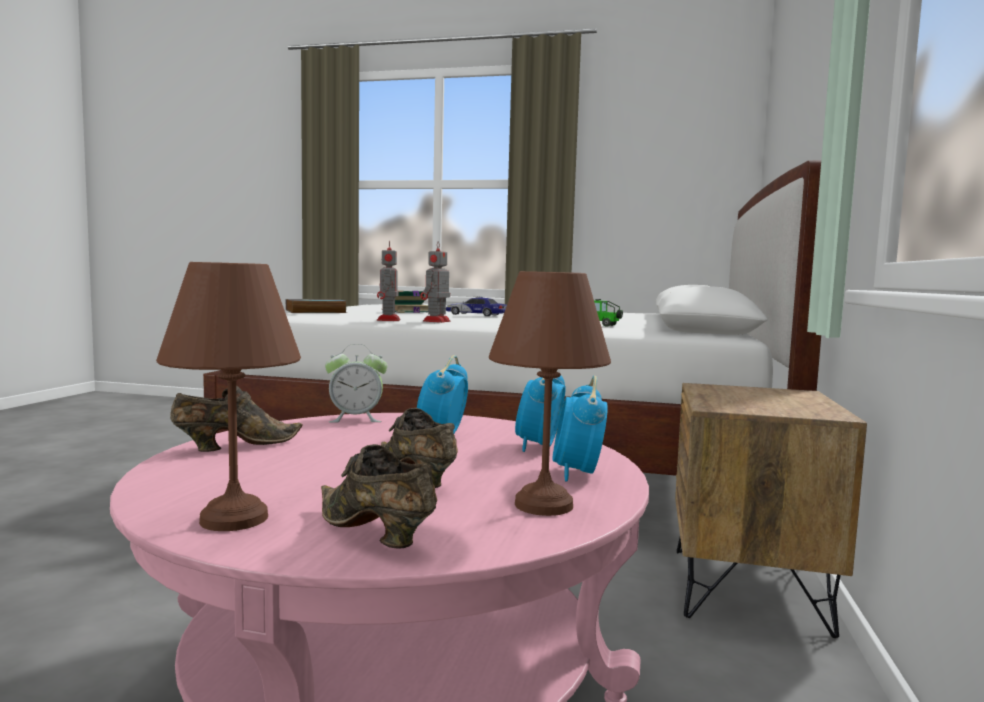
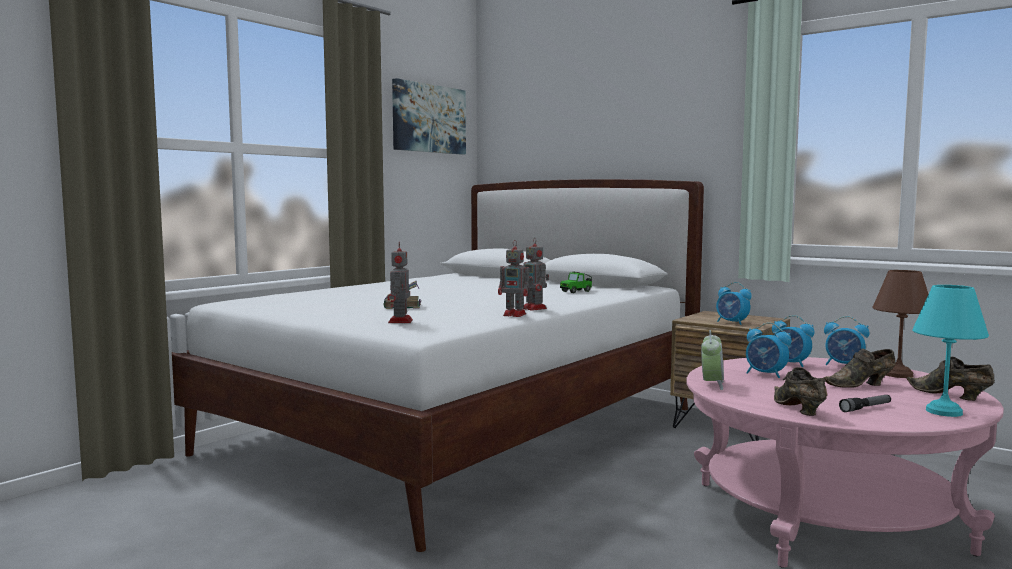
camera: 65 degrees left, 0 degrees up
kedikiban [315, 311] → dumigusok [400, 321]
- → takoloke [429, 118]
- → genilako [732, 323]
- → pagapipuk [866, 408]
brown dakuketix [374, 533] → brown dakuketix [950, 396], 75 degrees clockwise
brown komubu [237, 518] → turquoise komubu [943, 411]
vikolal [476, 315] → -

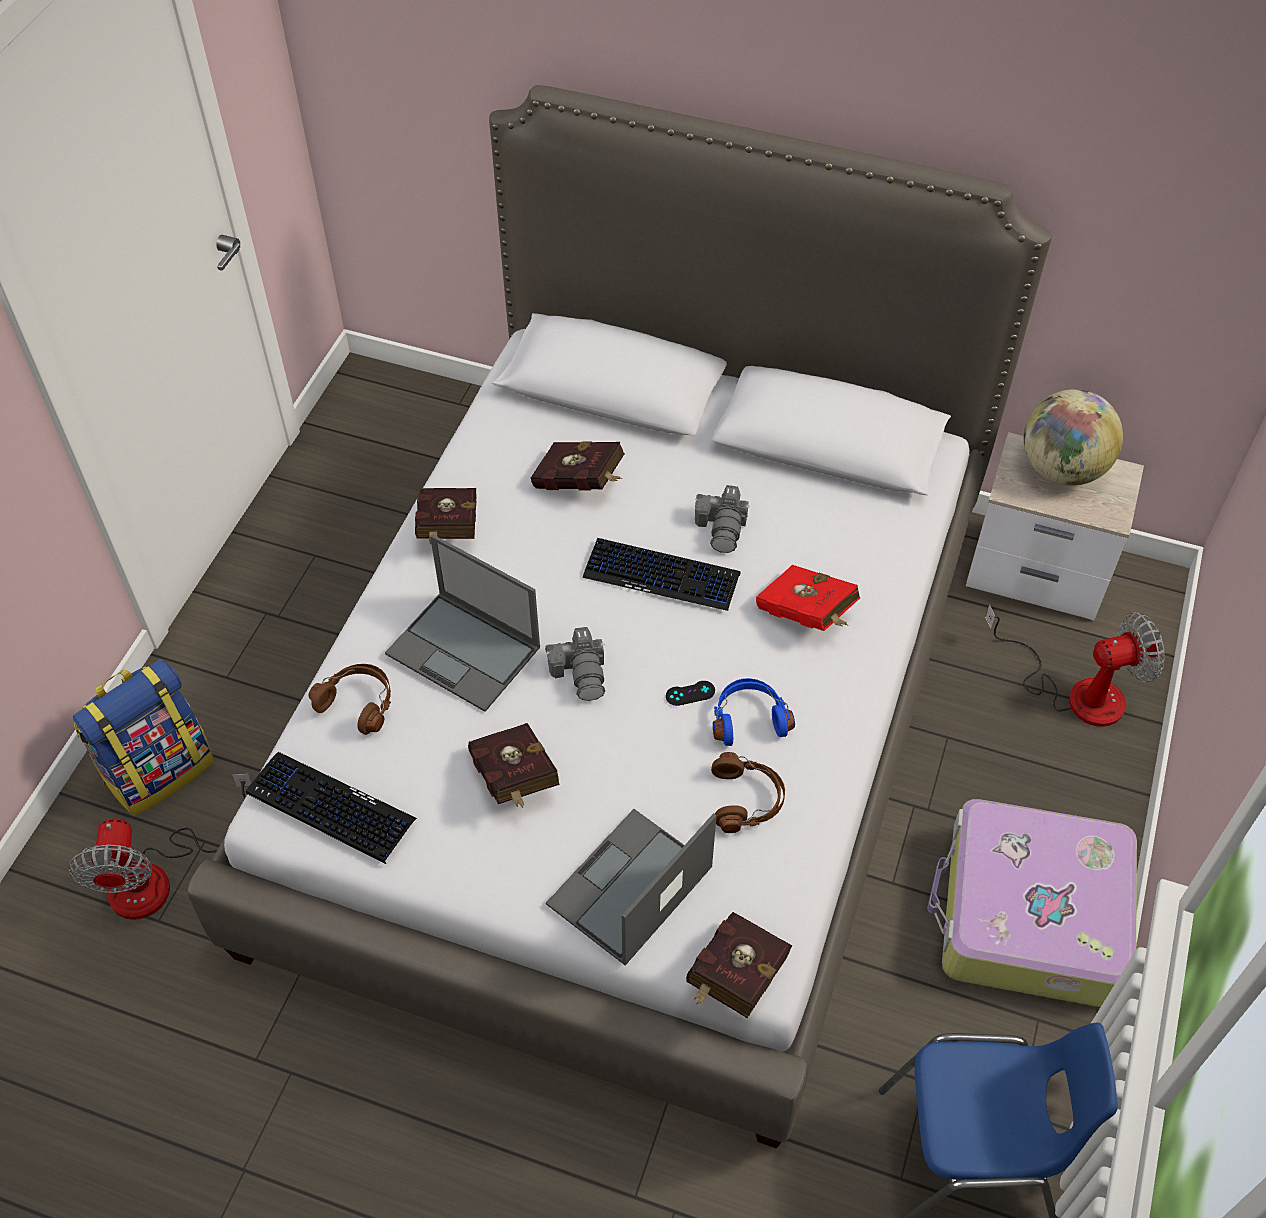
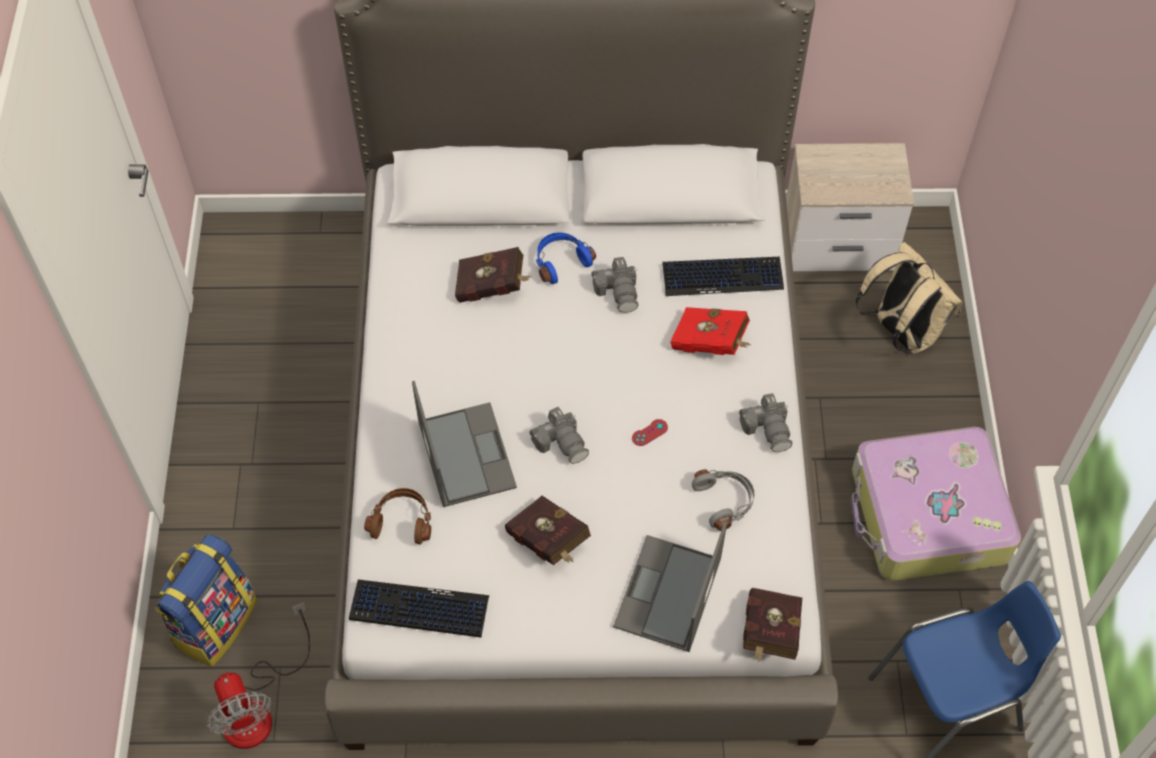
camera: 20 degrees left, 5 degrees up
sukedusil [465, 651] → sukedusil [465, 453], 120 degrees counterclockwise
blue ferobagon [748, 718] → blue ferobagon [561, 261], relocated
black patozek [690, 693] → red patozek [649, 432]
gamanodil [662, 576] → gamanodil [722, 277], relocated
brown ferobagon [747, 800] → grey ferobagon [725, 501]
- → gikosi [768, 429]
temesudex [1077, 692] → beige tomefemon [901, 331]
red kedikiban [447, 531] → -
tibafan [1061, 469] → -

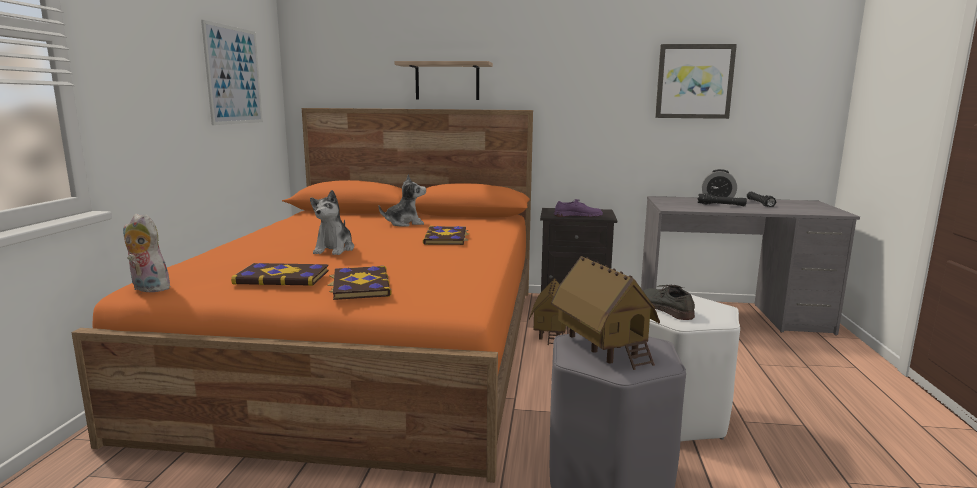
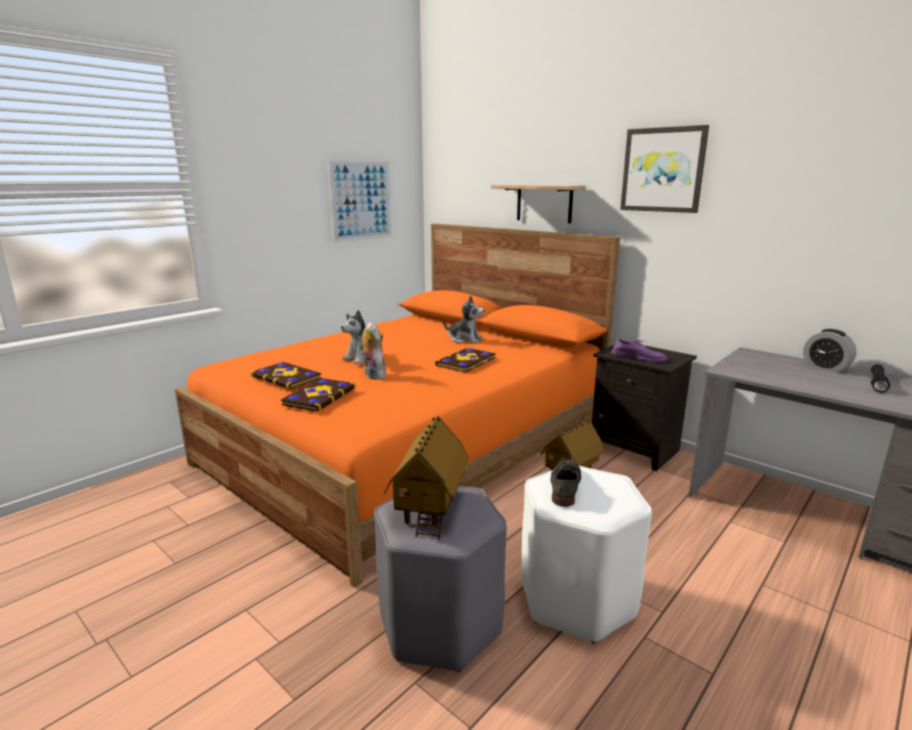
camera: 35 degrees right, 5 degrees up
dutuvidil [147, 289] → dutuvidil [372, 375], relocated
takoloke [694, 81] → takoloke [663, 170], relocated
black pagapipuk [721, 205] → -

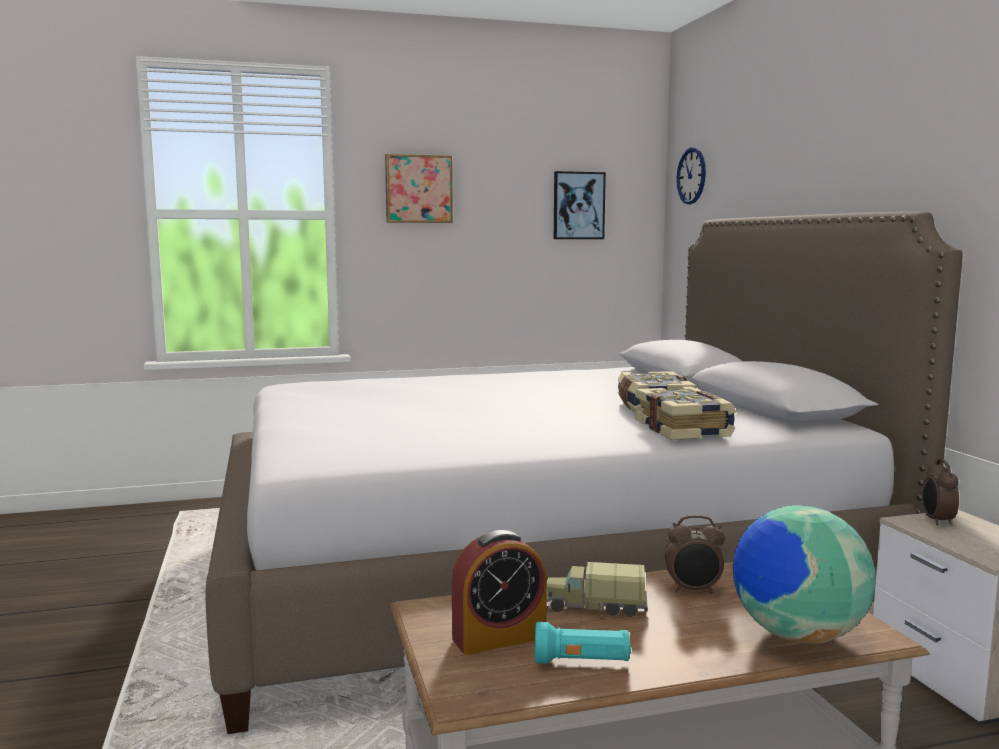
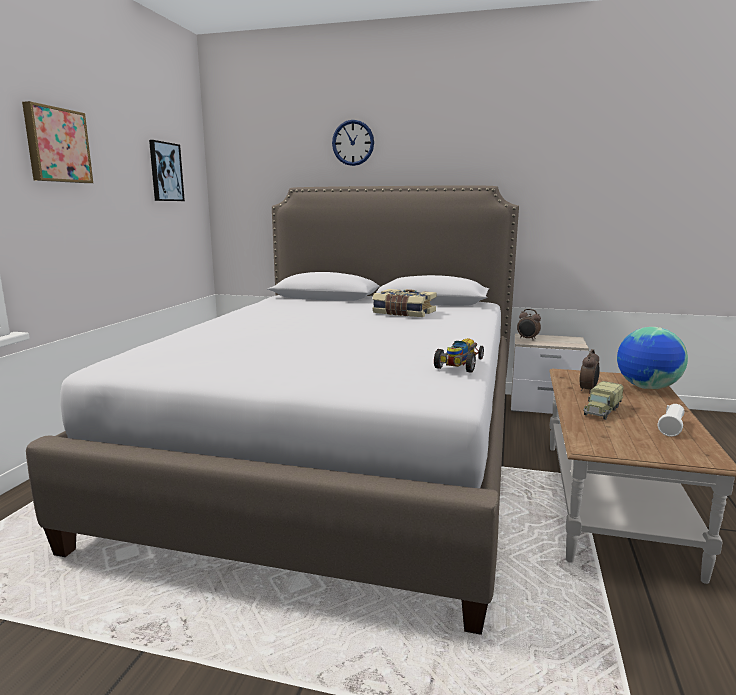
camera: 60 degrees left, 5 degrees up
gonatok [691, 176] → gonatok [353, 143], relocated
- → vikolal [459, 365]
turquoise pagapipuk [582, 662] → white pagapipuk [671, 428]
genilako [499, 638] → -
kedikiban [684, 429] → -

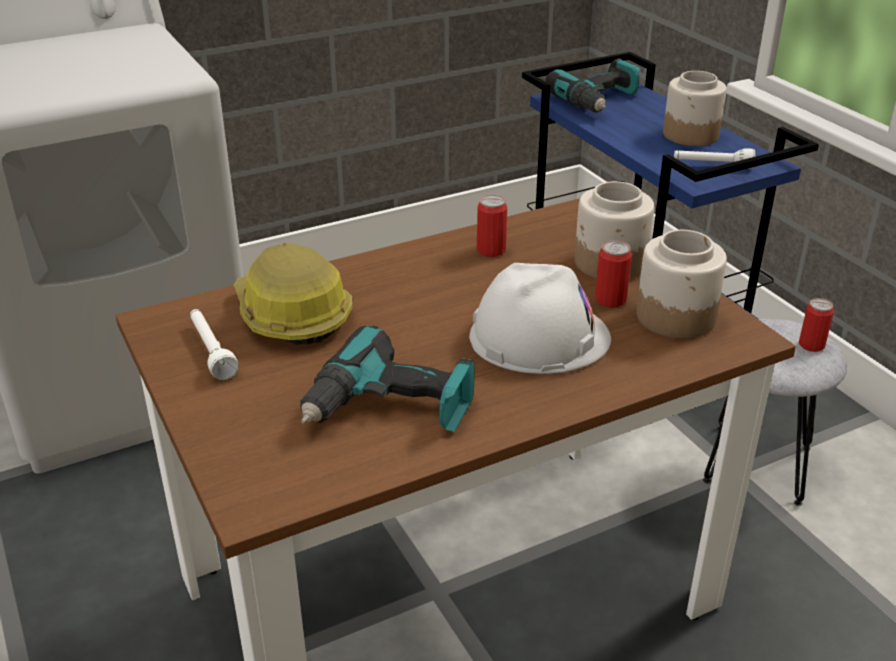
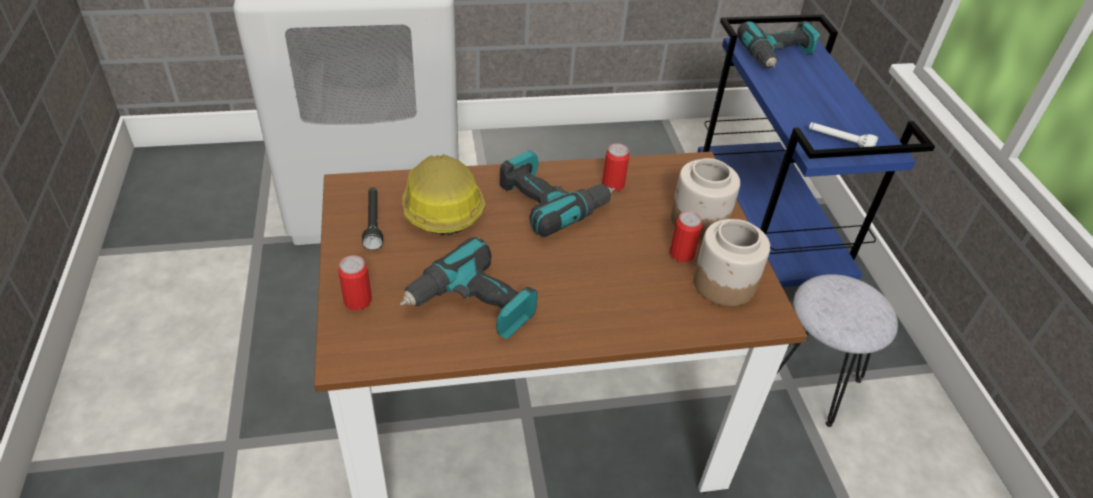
camera: 15 degrees right, 10 degrees up
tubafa [811, 345] → tubafa [357, 301], relocated
white pagapipuk [211, 351] → black pagapipuk [373, 223]
- → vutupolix [551, 202]
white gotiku [539, 336] → -
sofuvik [691, 135] → -

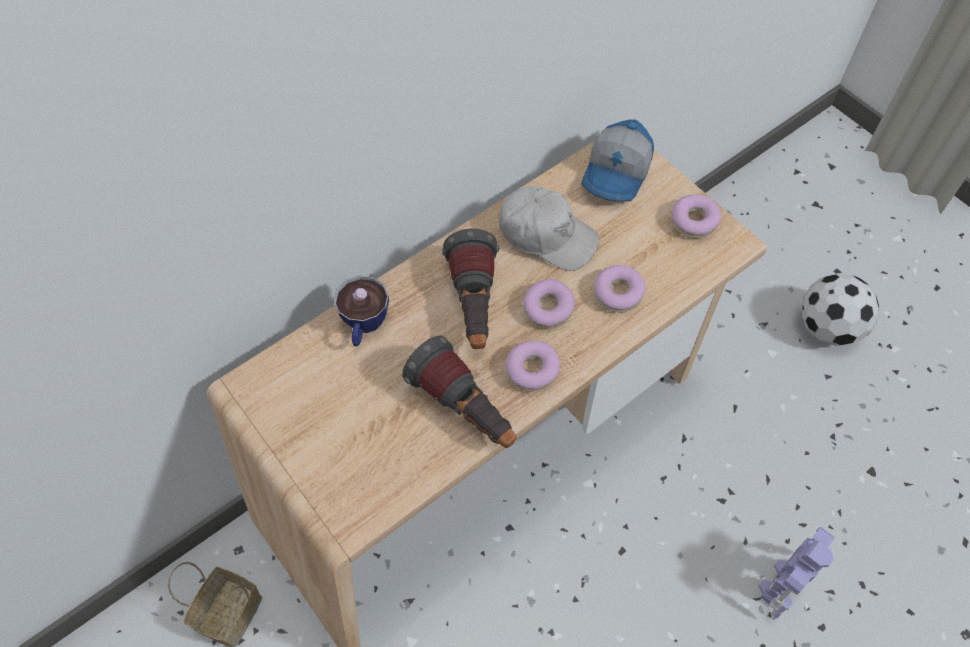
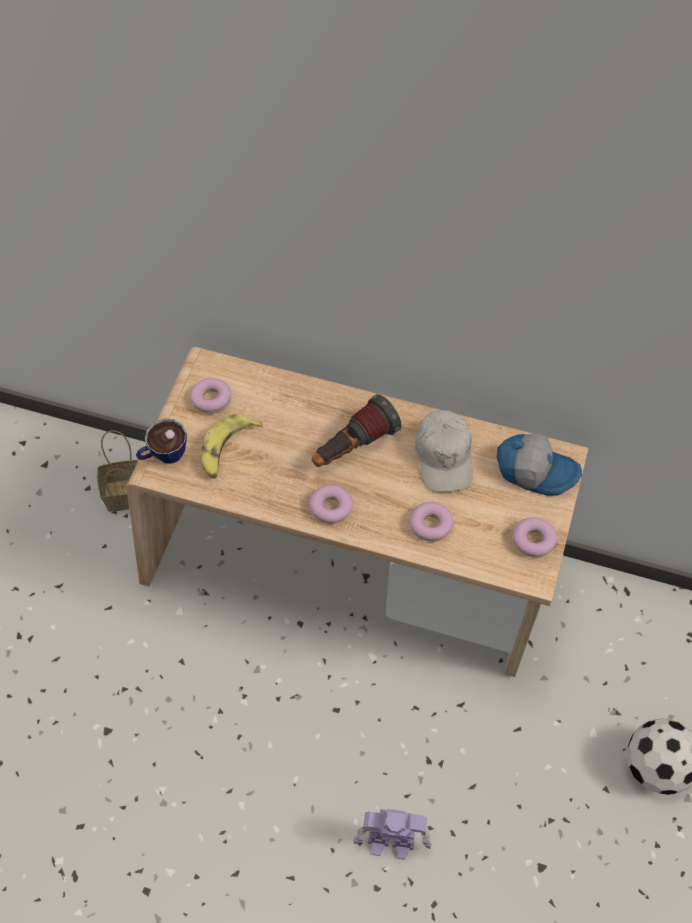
camera: 55 degrees right, 0 degrees up
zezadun [364, 326] → zezadun [163, 455], relocated
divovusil [548, 308] → divovusil [211, 399], relocated
- → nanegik [227, 450]
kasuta [617, 173] → kasuta [536, 469], 150 degrees counterclockwise
pagapipuk [465, 410] → -

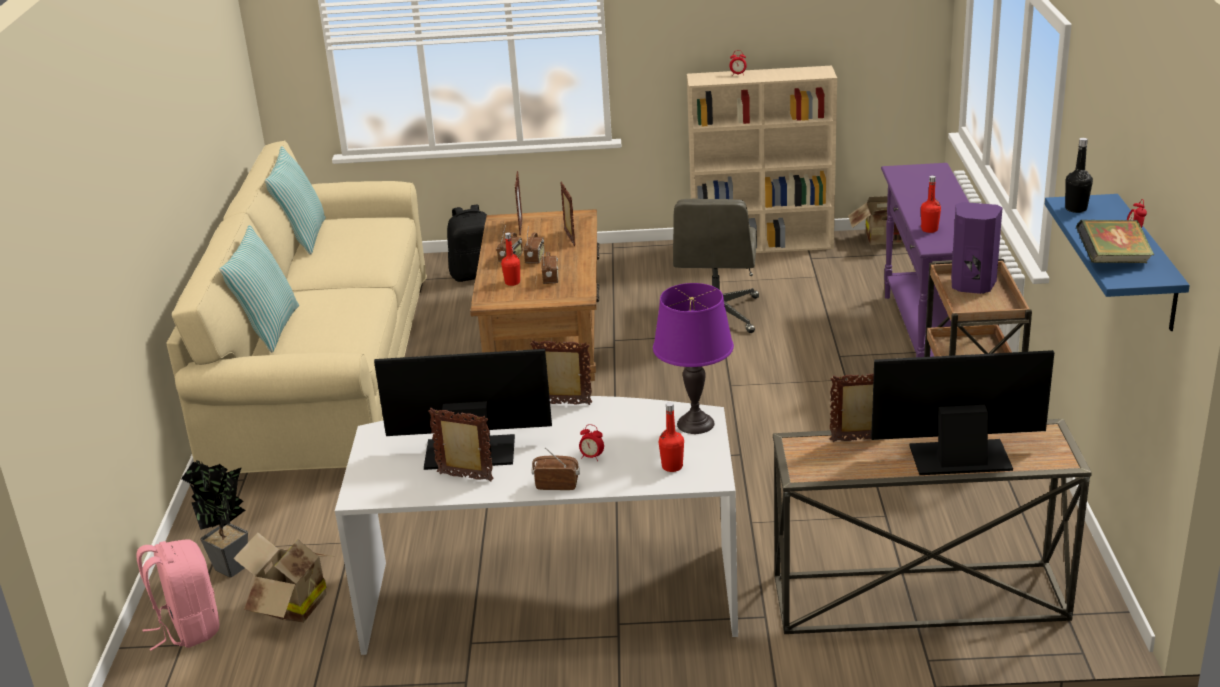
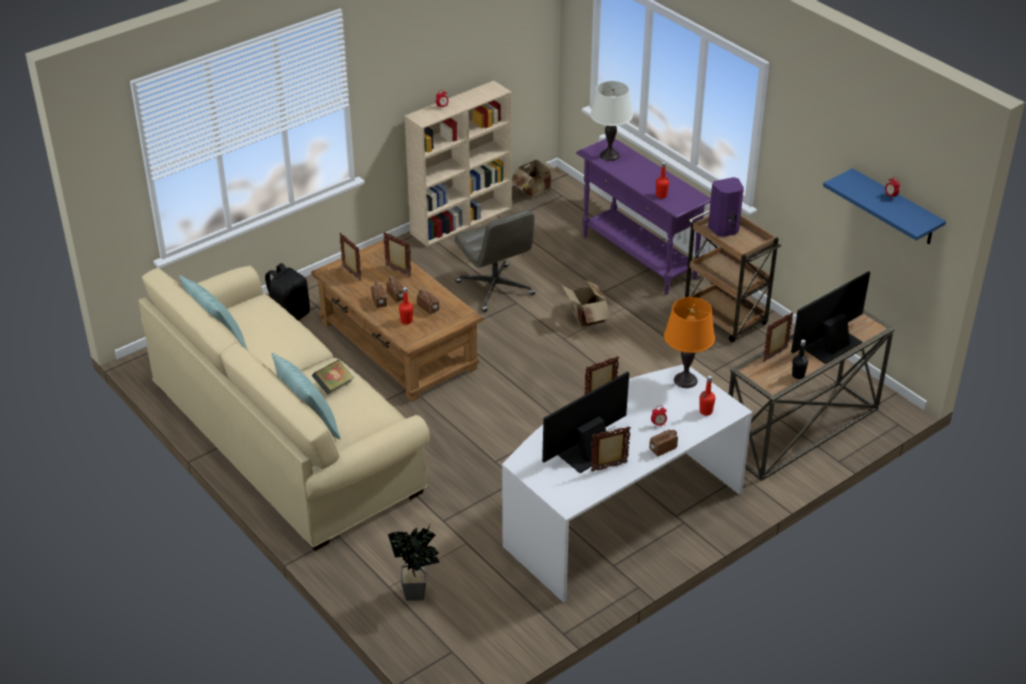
camera: 40 degrees left, 10 degrees up
kedikiban [1112, 261] → kedikiban [334, 386], relocated
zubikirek [290, 606] → zubikirek [586, 318], relocated
- → white komubu [609, 155]
purple komubu [695, 424] → orange komubu [685, 380]
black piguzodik [1076, 209] → black piguzodik [798, 375], relocated
pink tomefemon [188, 628] → -

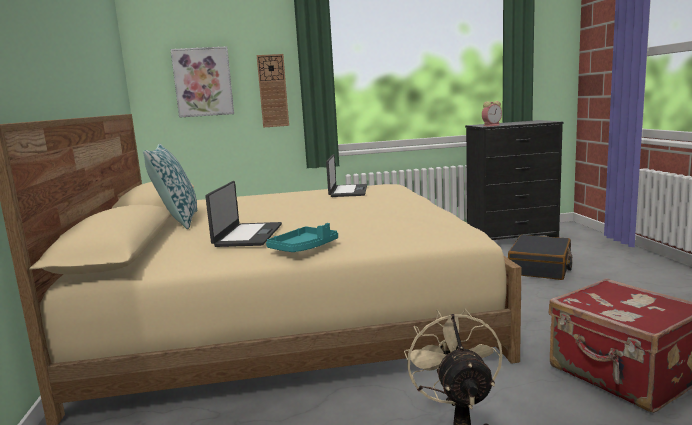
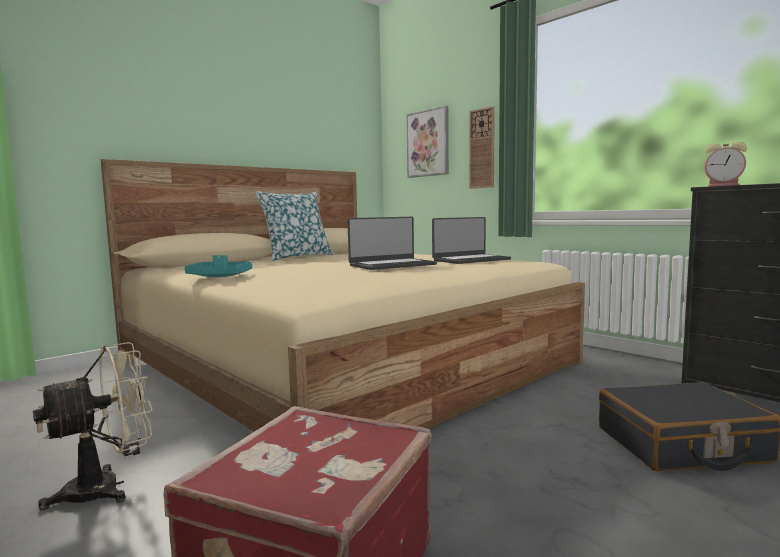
camera: 55 degrees right, 5 degrees down
sukedusil [247, 235] → sukedusil [392, 265], relocated

